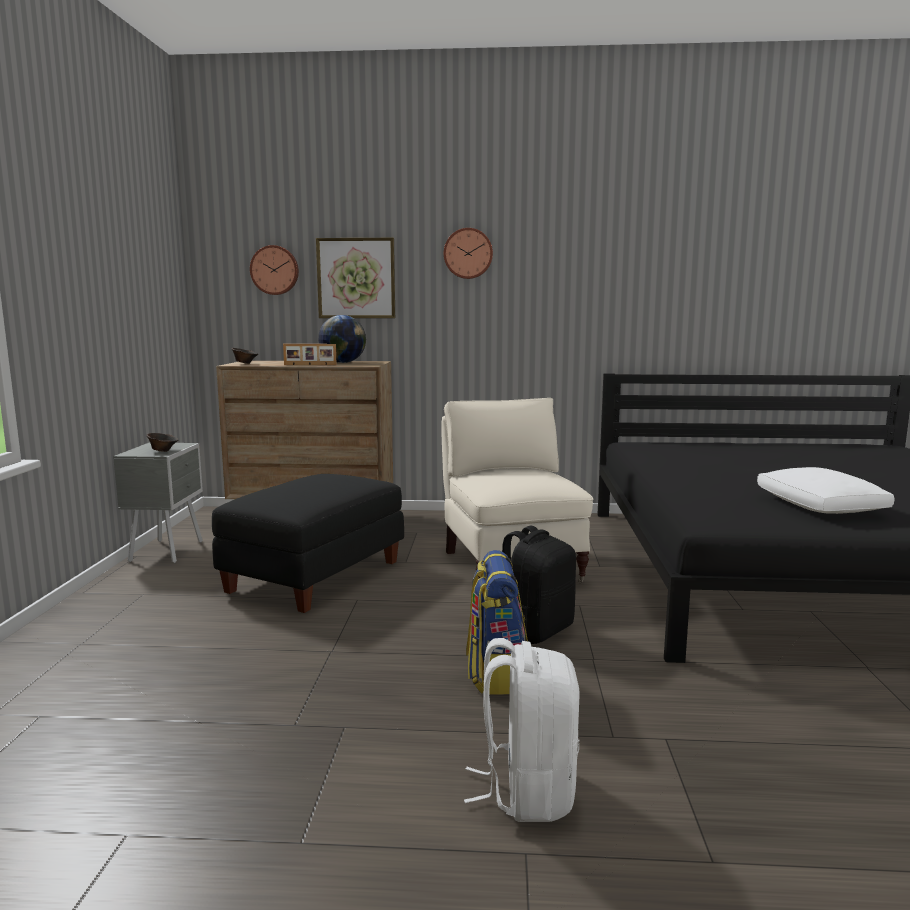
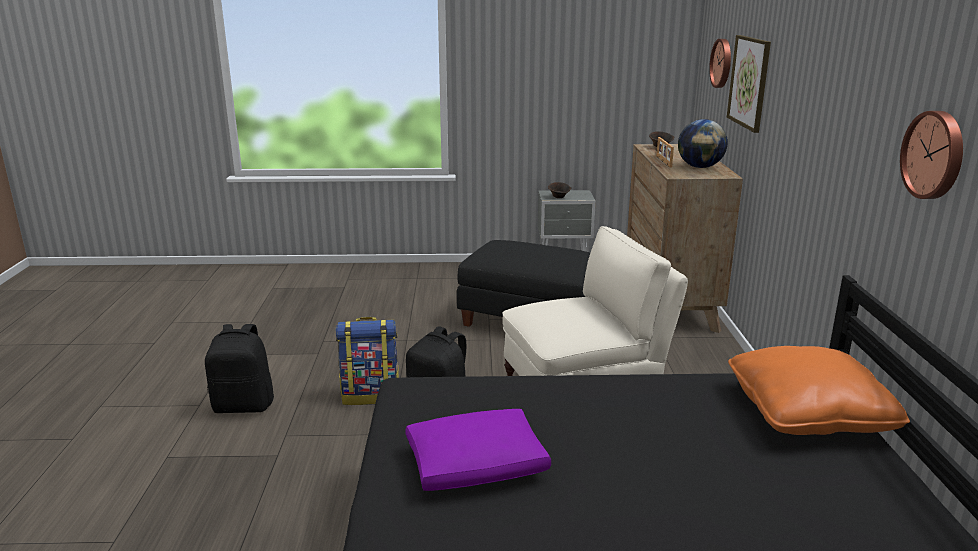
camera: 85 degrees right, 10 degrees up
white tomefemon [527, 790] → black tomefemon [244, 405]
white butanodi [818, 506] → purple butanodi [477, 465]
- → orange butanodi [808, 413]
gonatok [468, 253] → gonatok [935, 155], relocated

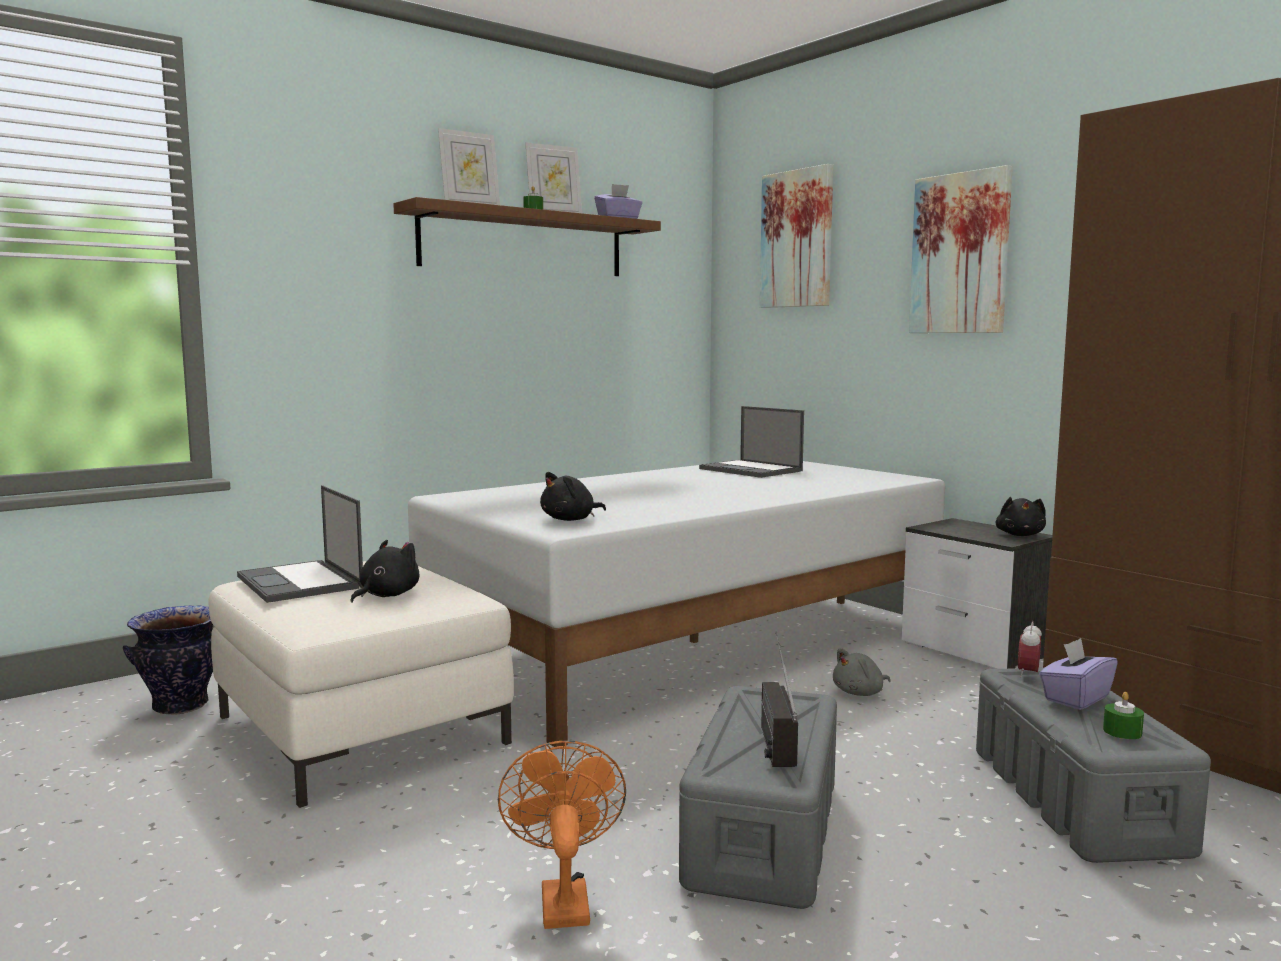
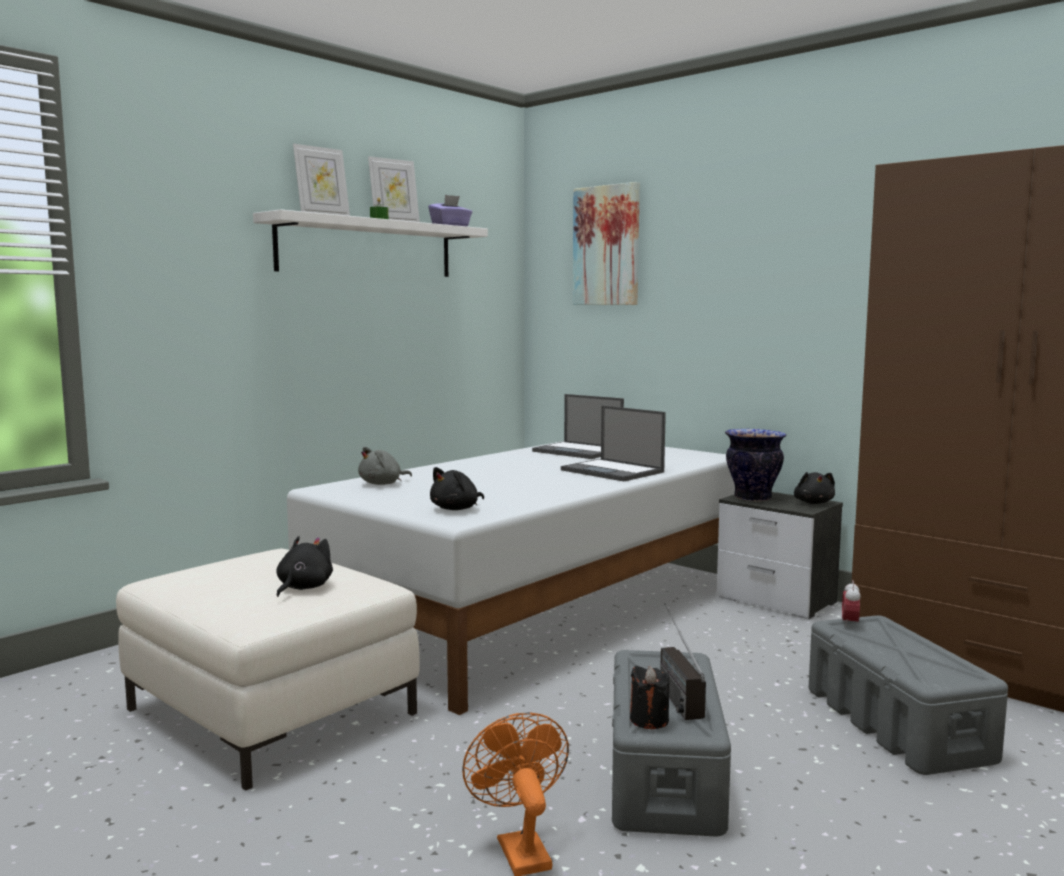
camera: 10 degrees left, 0 degrees up
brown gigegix [524, 243] → white gigegix [367, 248]
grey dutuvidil [860, 693] → grey dutuvidil [383, 484], relocated
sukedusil [300, 582] → sukedusil [613, 471], relocated
- → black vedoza [649, 720]
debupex [181, 706] → debupex [753, 498], relocated
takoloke [960, 254] → -
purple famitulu [1075, 698] → -
green vedoza [1122, 731] → -

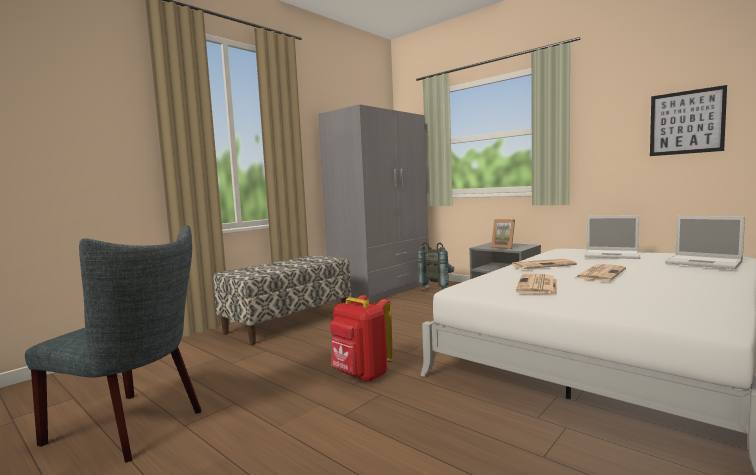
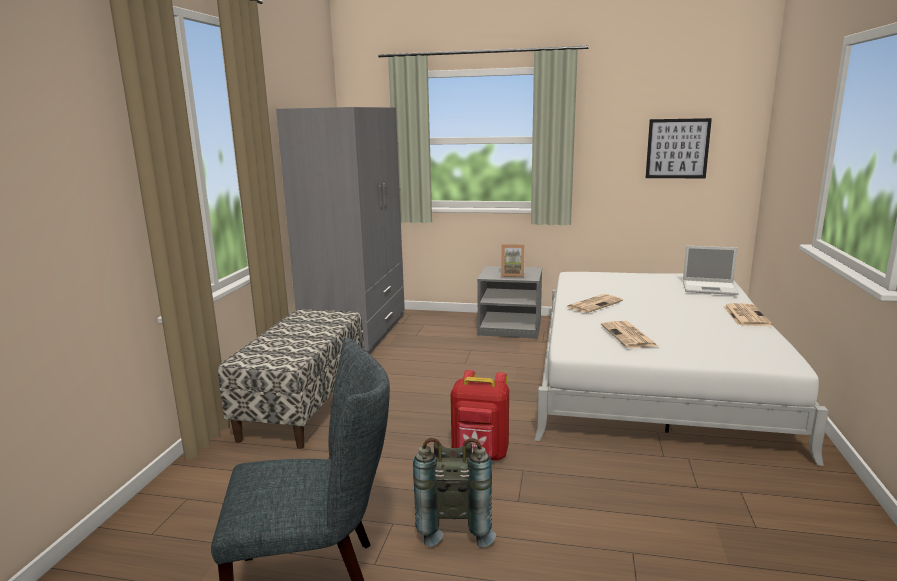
camera: 30 degrees left, 10 degrees up
grey tomefemon [438, 288] → grey tomefemon [454, 524], relocated
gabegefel [600, 273] → gabegefel [745, 315], relocated
sukedusil [612, 255] → -

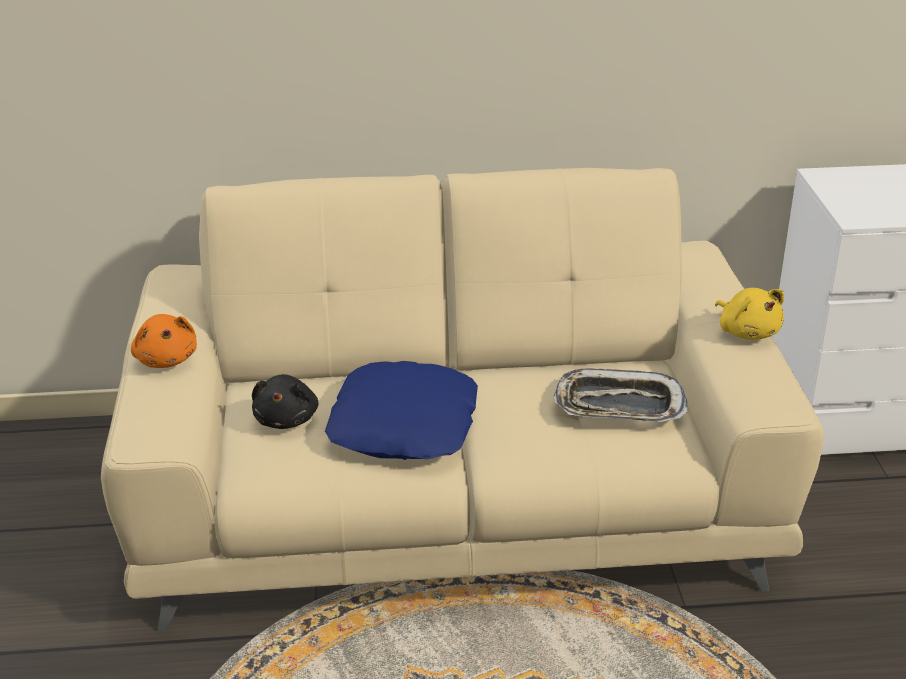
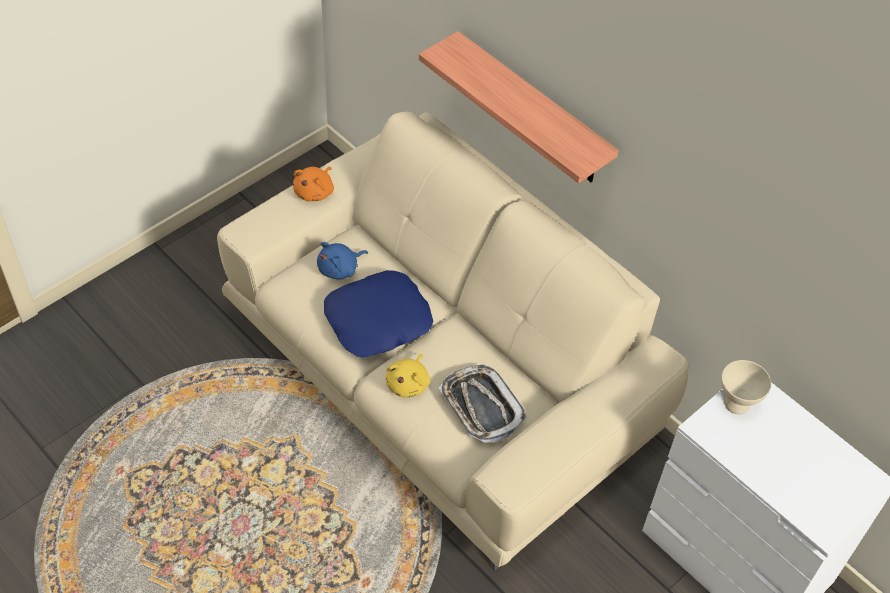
camera: 50 degrees right, 20 degrees up
black dutuvidil [287, 419] → blue dutuvidil [340, 269]
yellow dutuvidil [747, 332] → yellow dutuvidil [408, 383], relocated
- → gigegix [532, 111]
- → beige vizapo [736, 404]

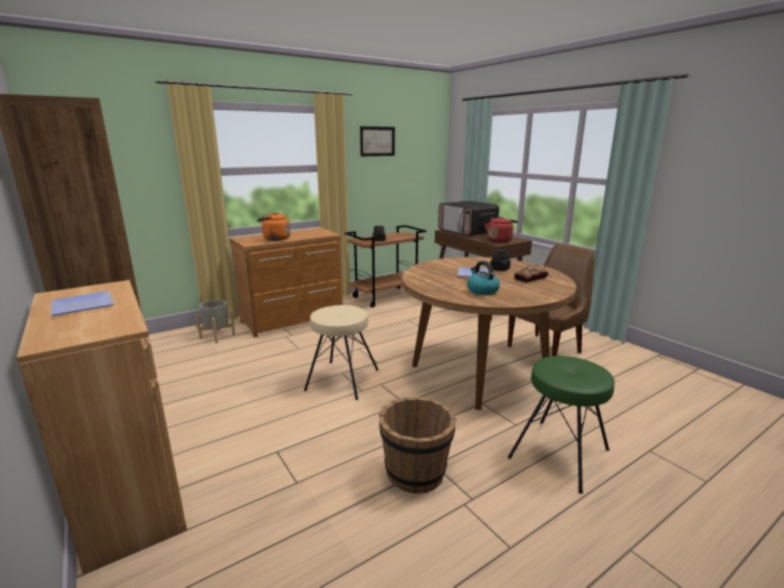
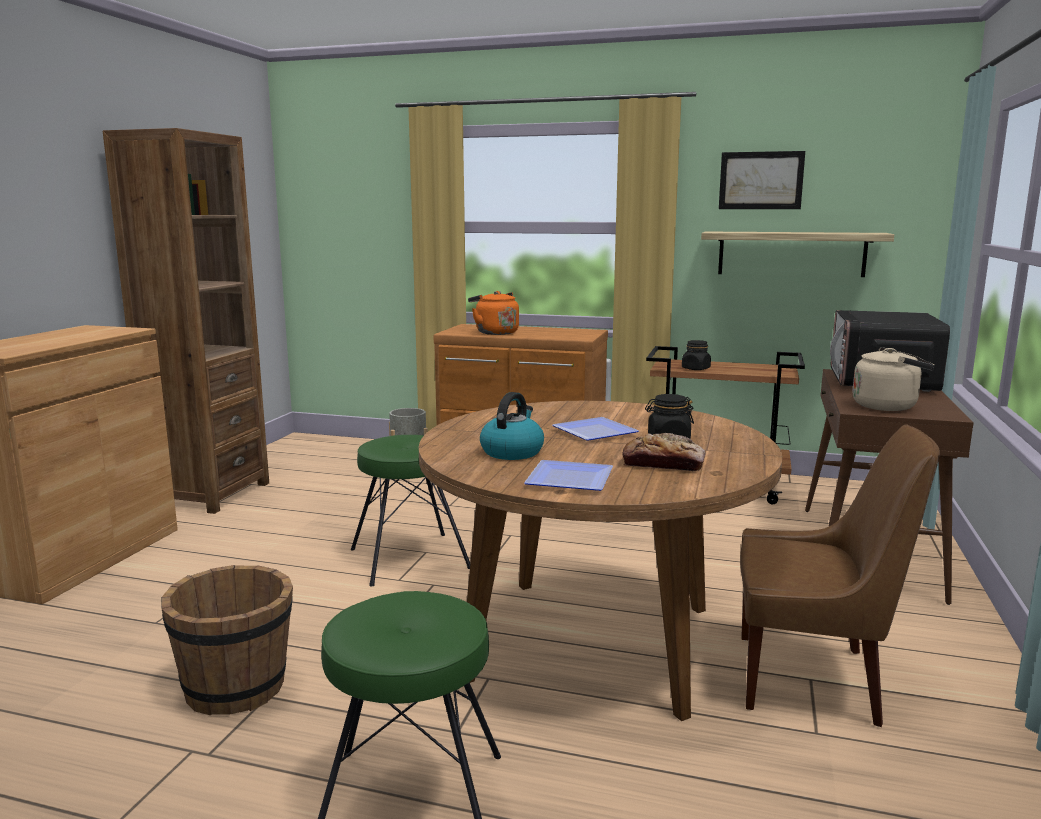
camera: 50 degrees right, 5 degrees down
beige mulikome [341, 379] → green mulikome [409, 558]
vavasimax [85, 306] → vavasimax [572, 481], relocated
- → gigegix [791, 254]
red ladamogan [499, 240] → beige ladamogan [888, 406]

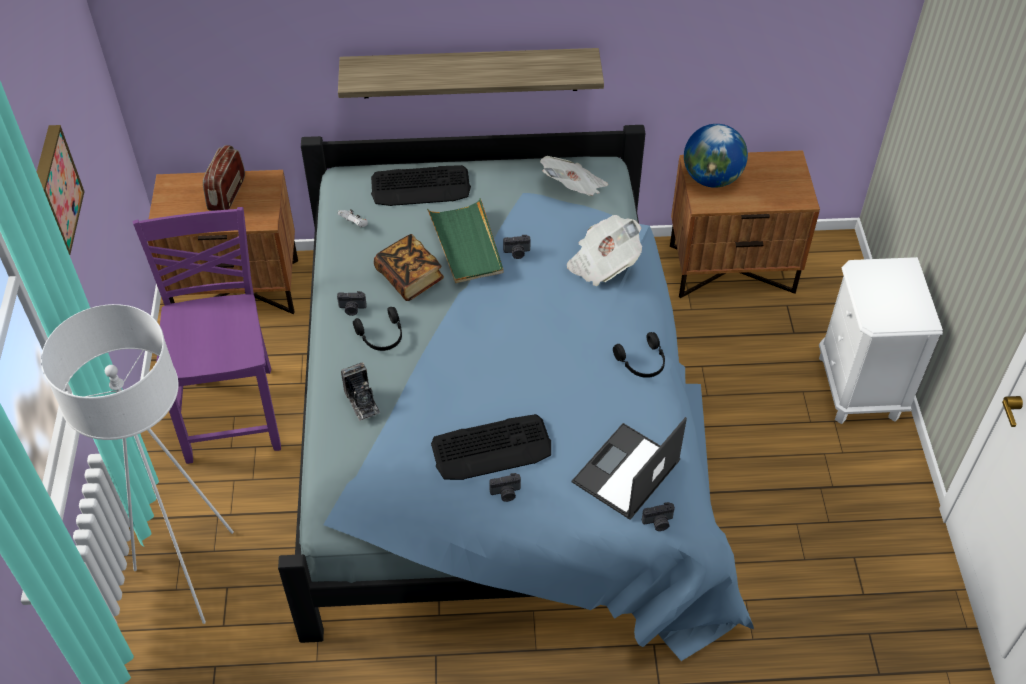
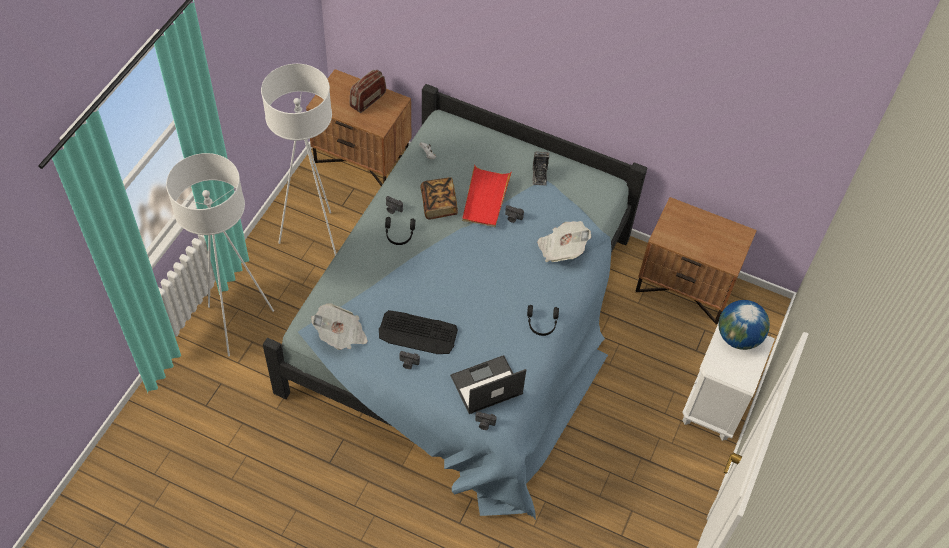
camera: 25 degrees right, 5 degrees up
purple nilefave [234, 412] → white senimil [315, 238]
gabegefel [574, 189] → gabegefel [341, 335], relocated
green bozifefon [466, 244] → red bozifefon [485, 198]
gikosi [362, 401] → gikosi [539, 175], relocated
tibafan [711, 178] → tibafan [738, 337], relocated
takoloke [53, 190] → -
gigegix [470, 73] → -
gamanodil [421, 187] → -

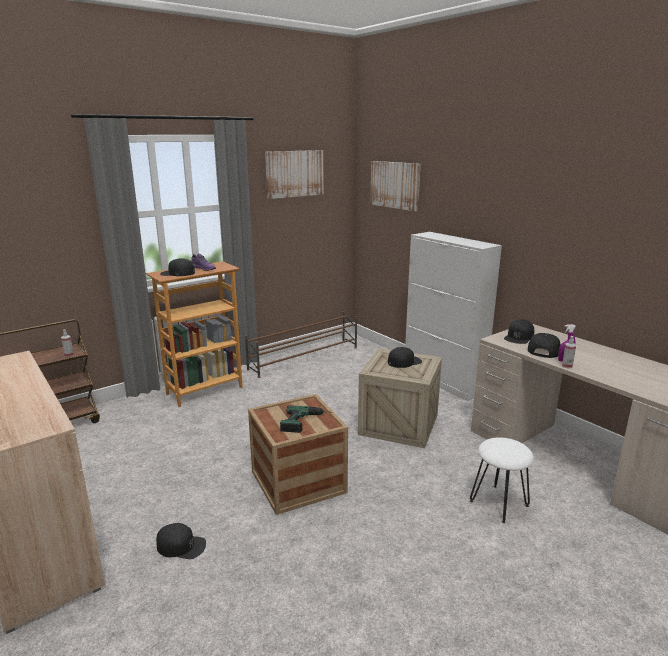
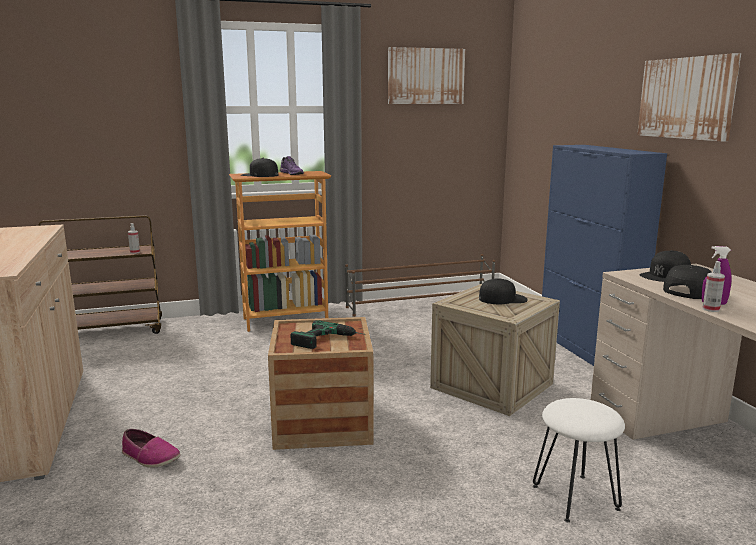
camera: 20 degrees right, 5 degrees down
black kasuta [181, 546] → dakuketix [150, 457]
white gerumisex [443, 381] → blue gerumisex [586, 349]
takoloke [395, 185] → takoloke [686, 98], relocated

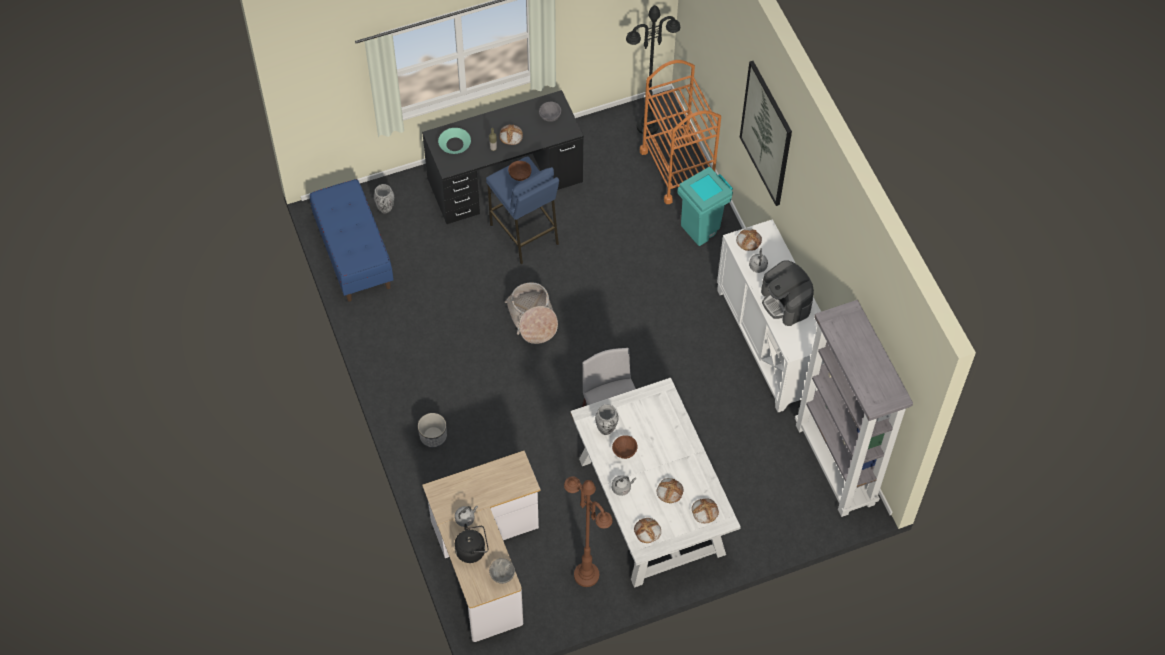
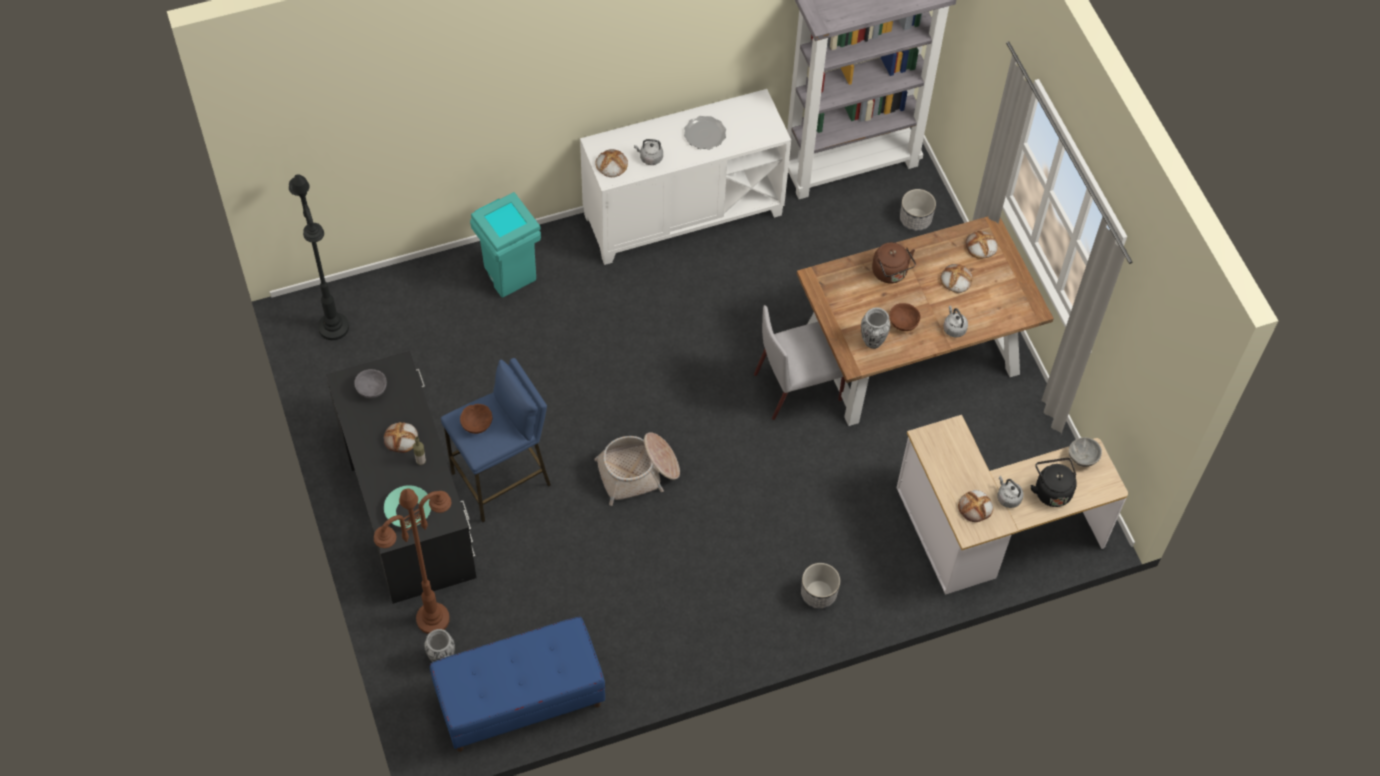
camera: 90 degrees left, 0 degrees up
brown senimil [586, 575] → brown senimil [432, 619], relocated
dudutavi [786, 302] → vavasimax [705, 134]
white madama [652, 507] → brown madama [912, 351]
- → brown ladamogan [891, 273]
- → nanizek [915, 219]
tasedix [647, 531] → tasedix [975, 507], relocated
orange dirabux [677, 169] → -
takoloke [766, 133] → -

